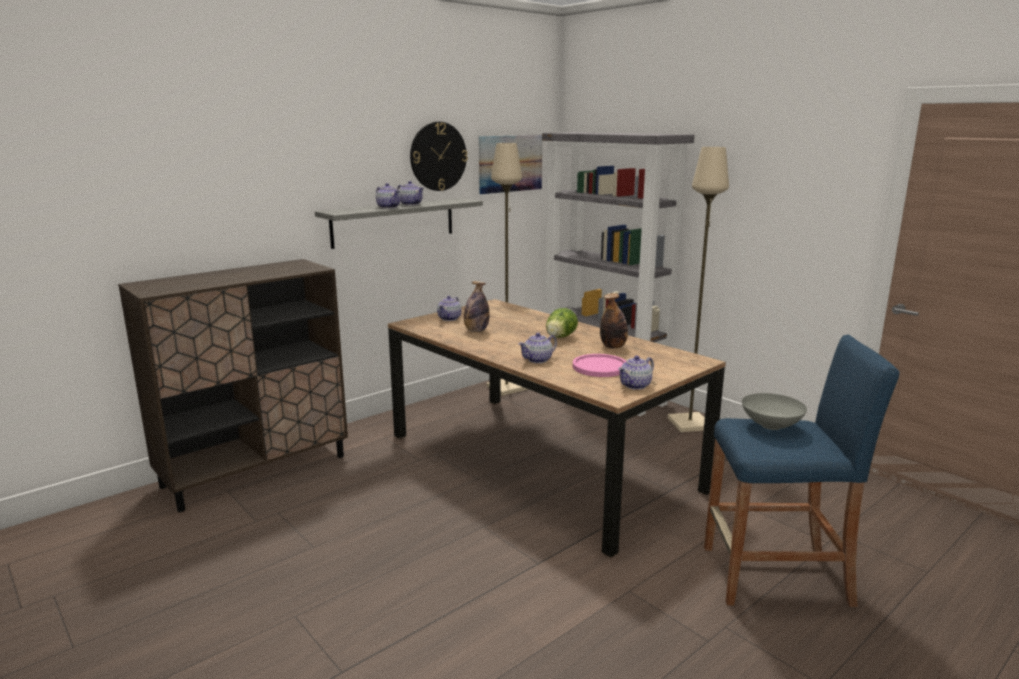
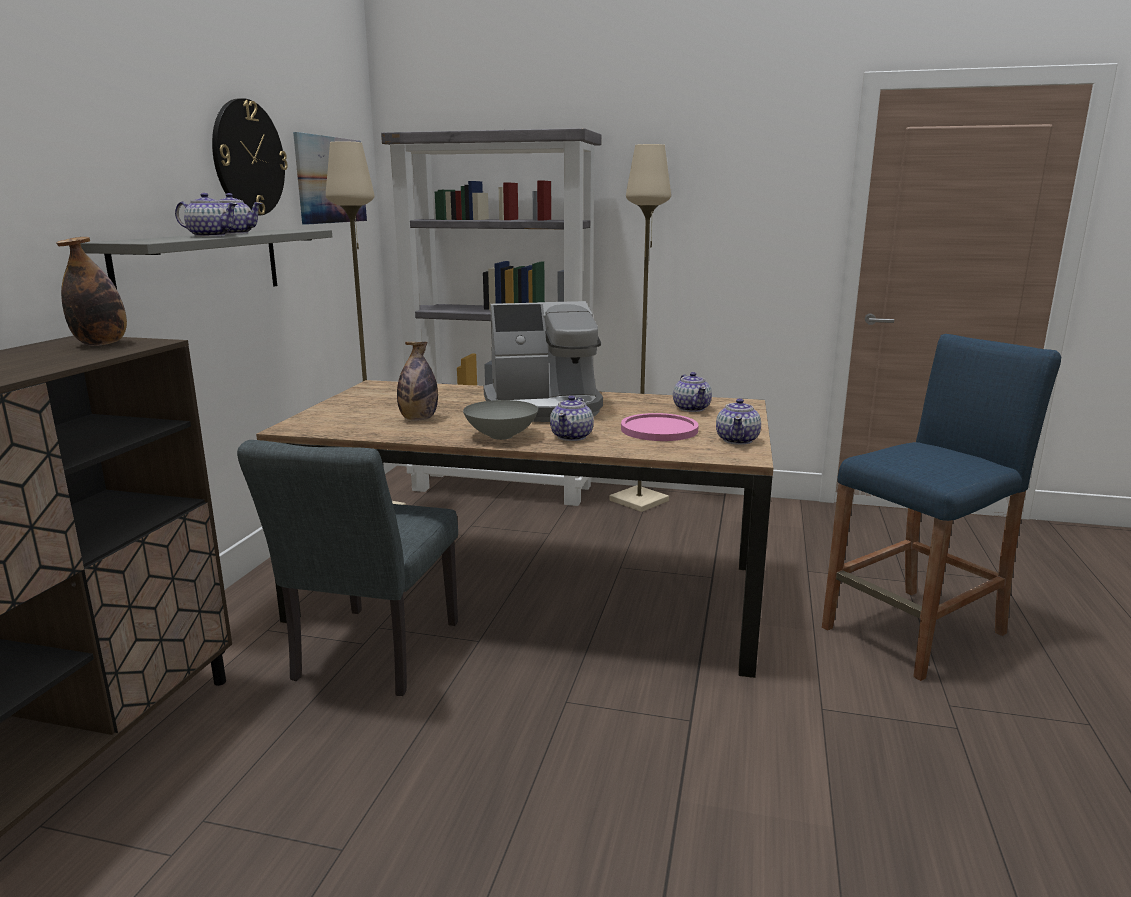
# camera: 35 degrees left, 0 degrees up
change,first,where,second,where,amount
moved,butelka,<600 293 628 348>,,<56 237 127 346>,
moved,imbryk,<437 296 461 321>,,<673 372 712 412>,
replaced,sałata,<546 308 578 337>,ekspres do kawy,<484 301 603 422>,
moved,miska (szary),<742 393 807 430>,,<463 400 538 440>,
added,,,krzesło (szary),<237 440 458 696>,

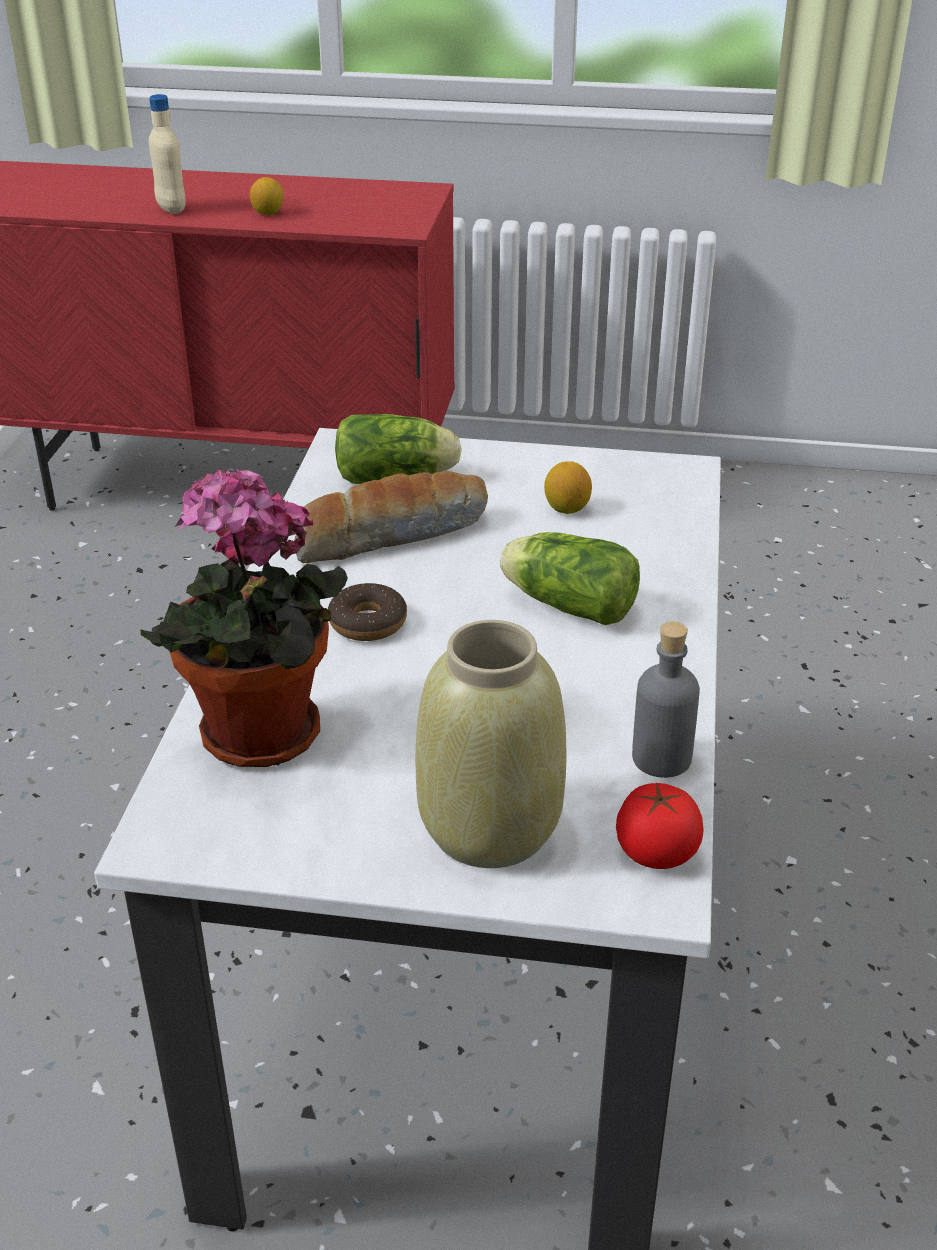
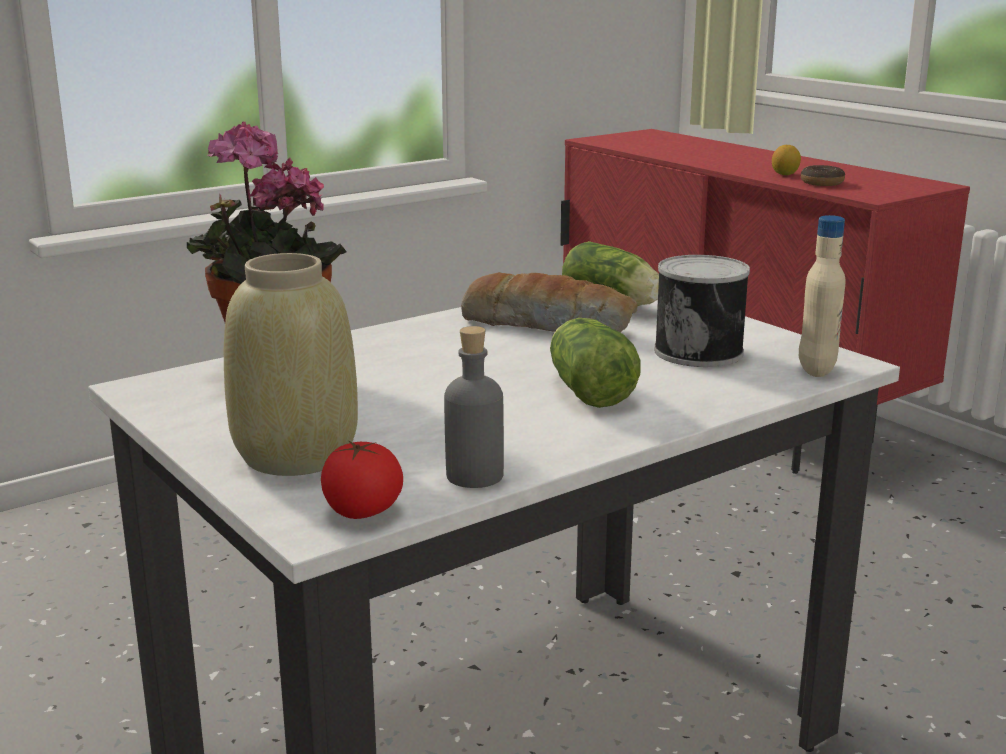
# camera: 45 degrees right, 15 degrees down
change,first,where,second,where,amount
moved,butelka (beżowy),<149 94 186 214>,,<799 215 845 377>,
replaced,cytryna,<544 461 592 514>,puszka,<654 255 750 367>,
moved,donut,<328 583 407 641>,,<801 165 845 186>,

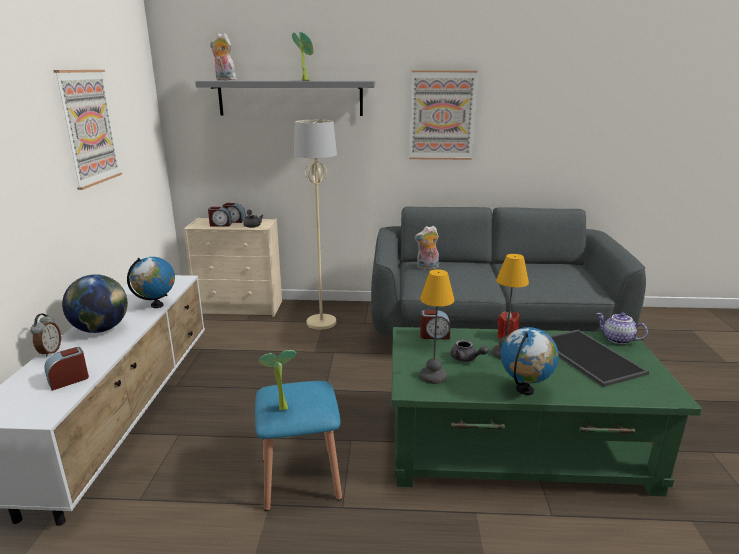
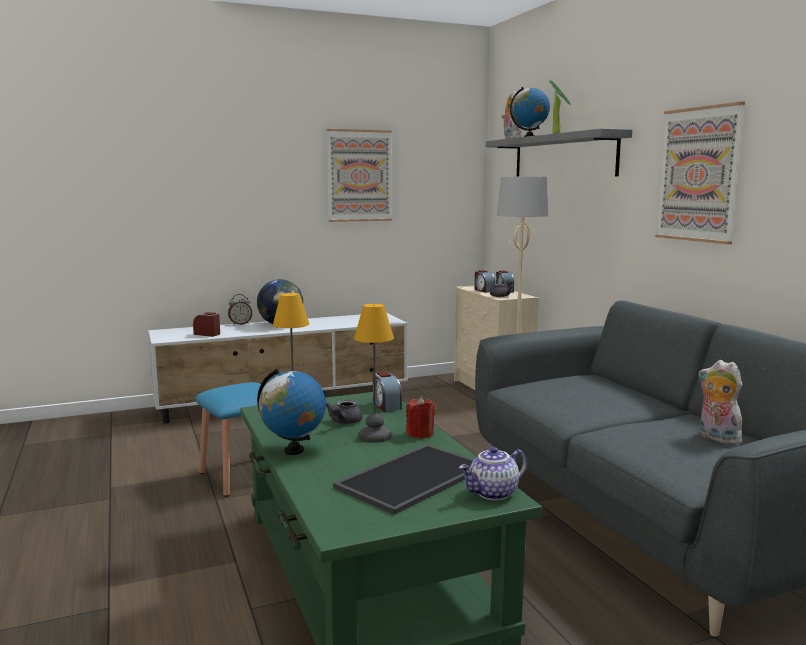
# camera: 65 degrees right, 10 degrees down
change,first,where,second,where,amount
moved,pluszak,<414 226 439 270>,,<698 360 744 445>,
moved,globus,<127 257 175 308>,,<510 87 550 137>,
turned,imbryk,<596 313 648 344>,,<459 447 527 500>,135 degrees counterclockwise
removed,roślina doniczkowa,<259 350 296 410>,,,

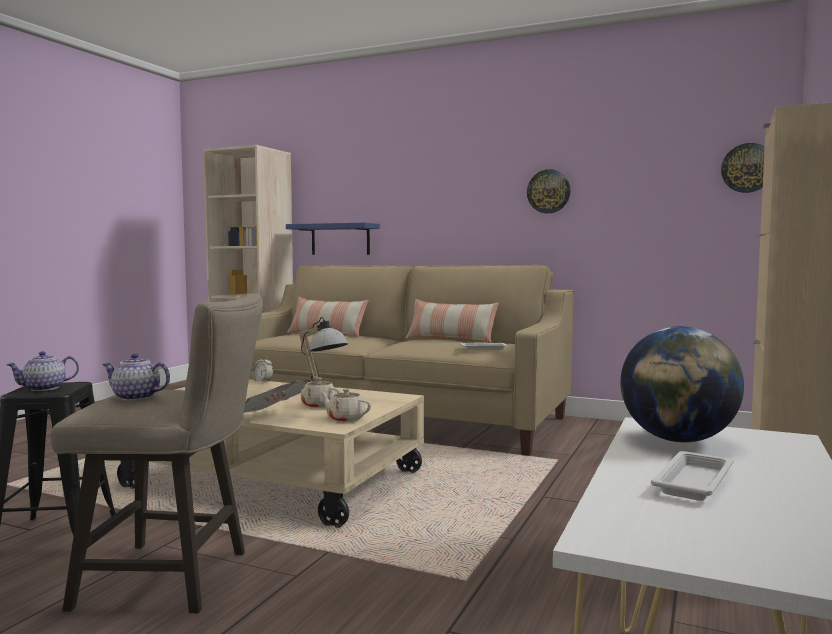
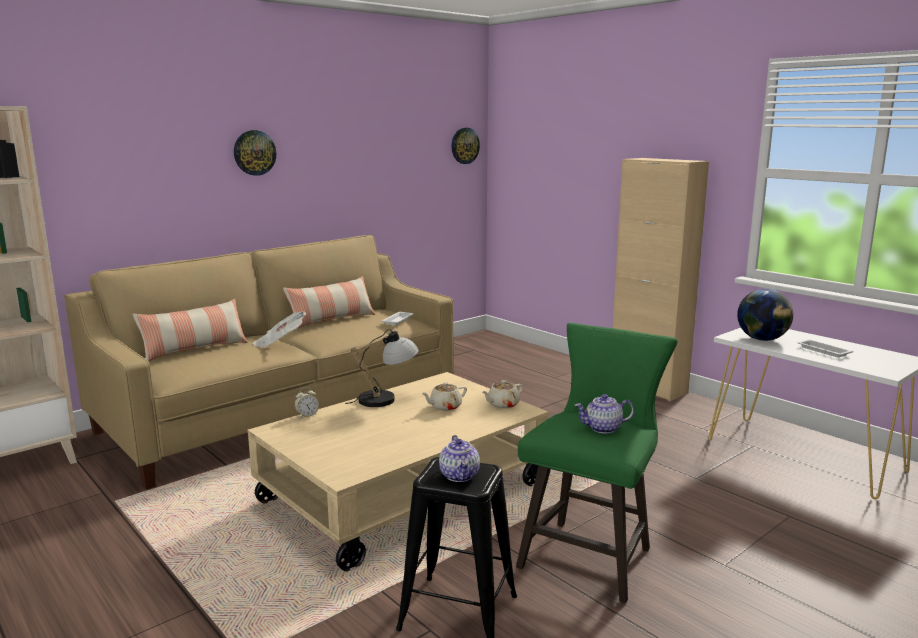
# camera: 65 degrees left, 10 degrees up
change,first,where,second,where,amount
moved,zegar ścienny,<527 169 571 214>,,<234 130 276 176>,
removed,półka (niebieski),<286 222 380 255>,,,
recoloured,stołek (beżowy),<50 294 263 613>,stołek (zielony),<516 323 678 603>,
turned,imbryk,<102 353 170 401>,,<575 394 634 434>,45 degrees clockwise
moved,gazeta,<244 381 307 413>,,<253 311 306 348>,

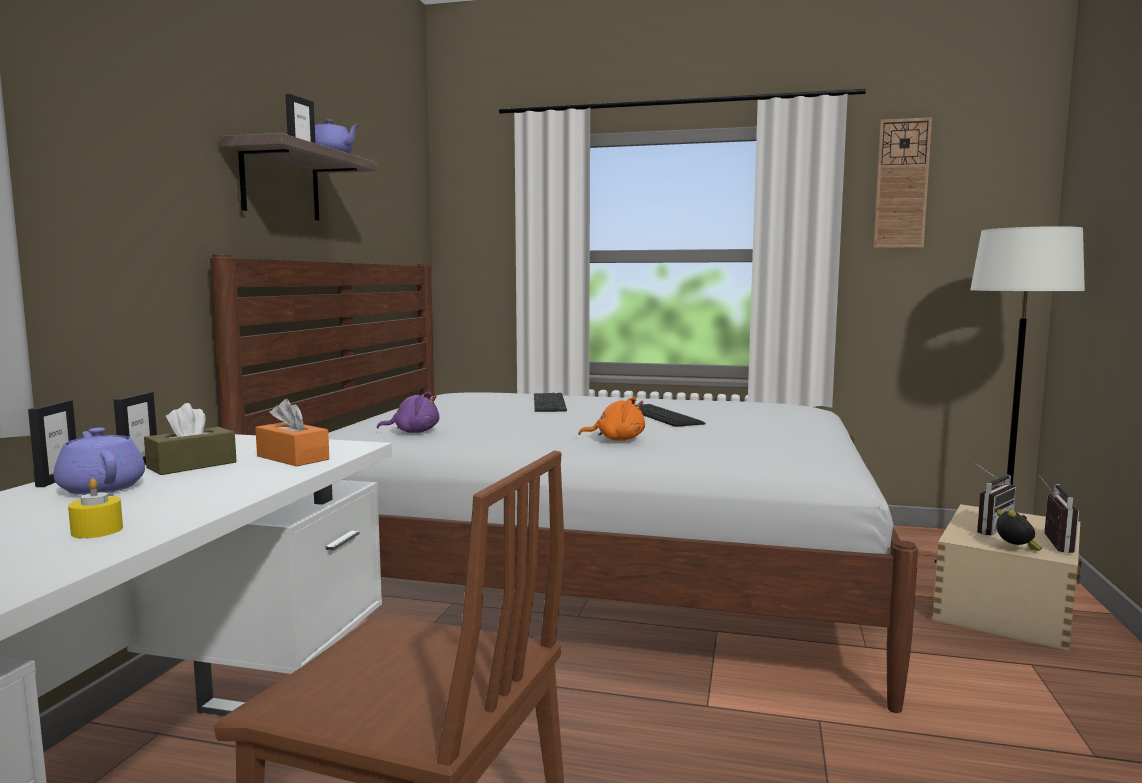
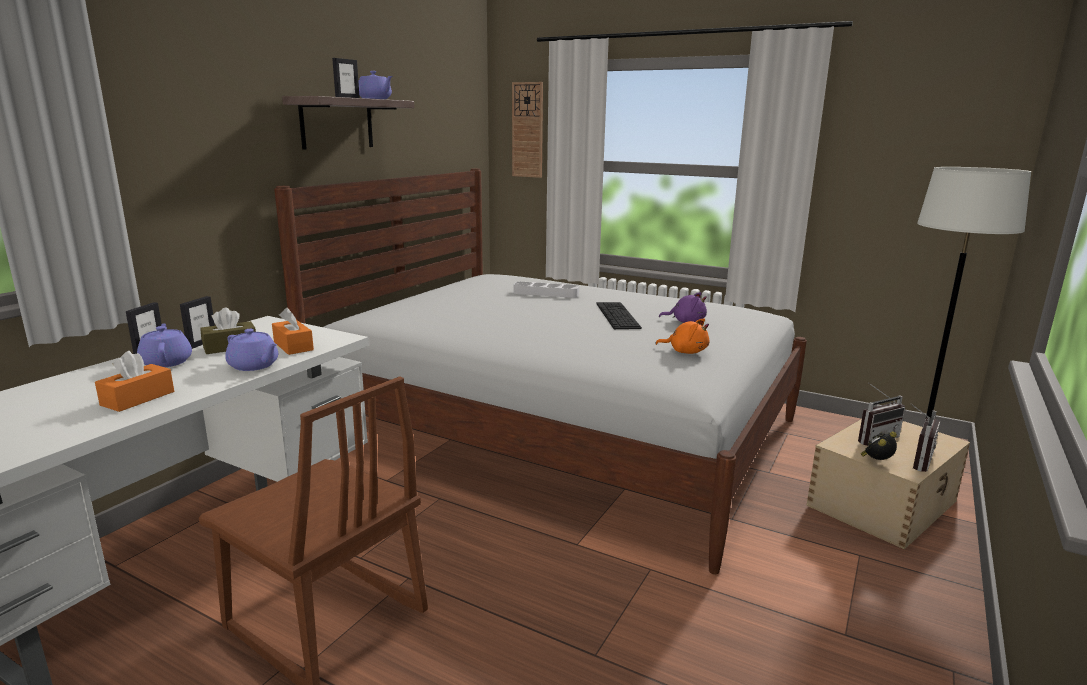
# camera: 15 degrees right, 10 degrees up
change,first,where,second,where,amount
moved,zegar ścienny,<874 117 932 248>,,<512 82 543 178>,
moved,pluszak (fioletowy),<377 391 439 433>,,<659 292 707 323>,
replaced,klawiatura,<534 393 567 412>,taca (biały),<513 282 579 298>,
moved,pluszak (pomarańczowy),<579 397 645 441>,,<655 318 709 354>,
replaced,świeca (żółty),<68 479 123 538>,pudełko chusteczek (pomarańczowy),<95 351 174 412>,
turned,budzik,<996 509 1043 551>,,<861 431 897 460>,135 degrees counterclockwise
added,,,imbryk (fioletowy),<225 329 278 371>,

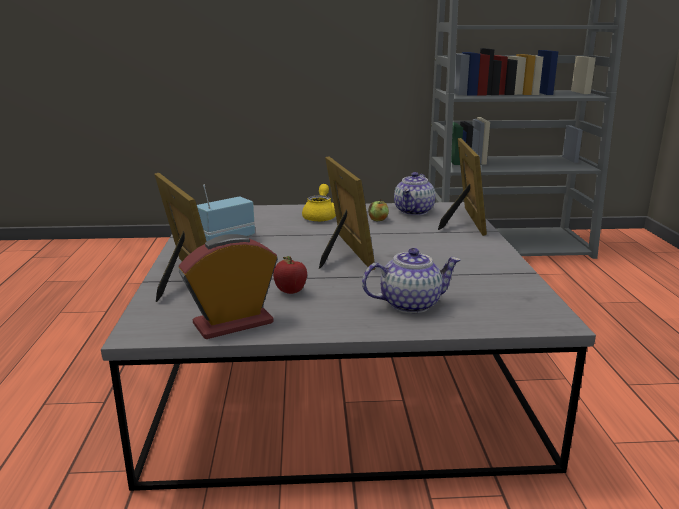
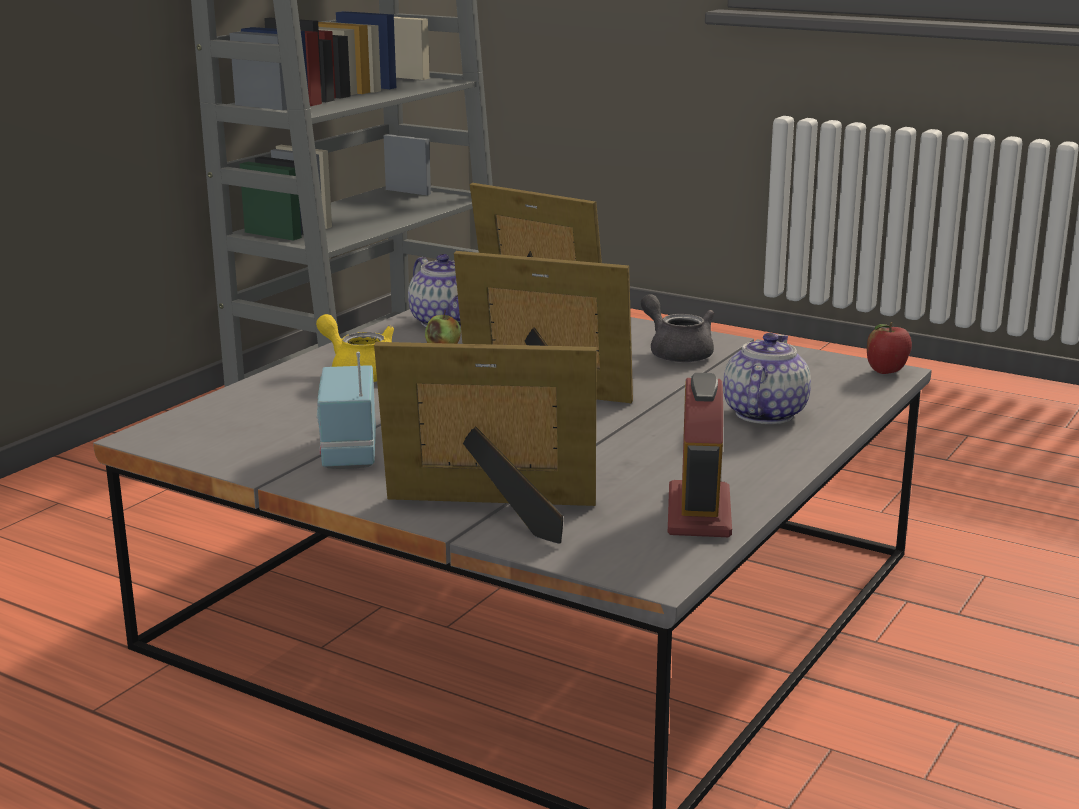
# camera: 55 degrees left, 0 degrees up
change,first,where,second,where,amount
moved,jabłko,<273 256 307 294>,,<867 322 912 374>,
added,,,imbryk (szary),<641 294 714 363>,

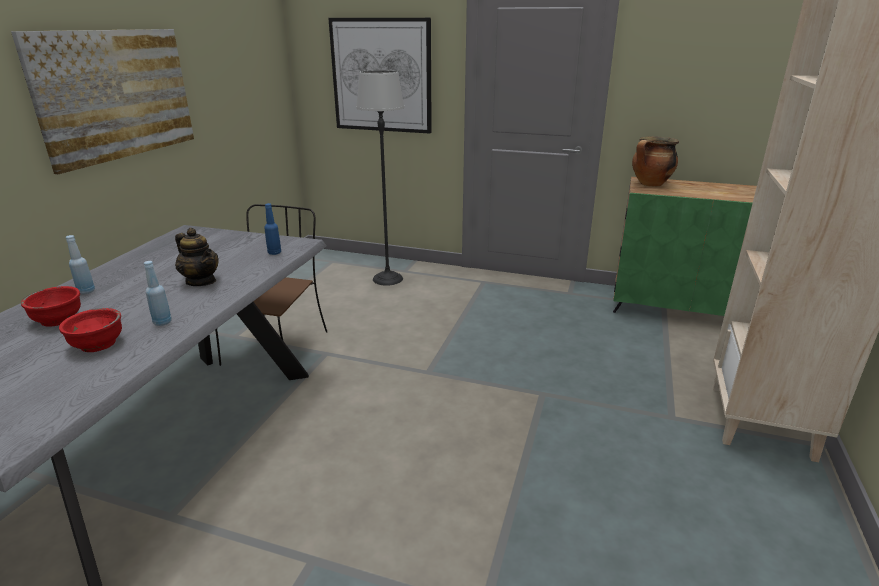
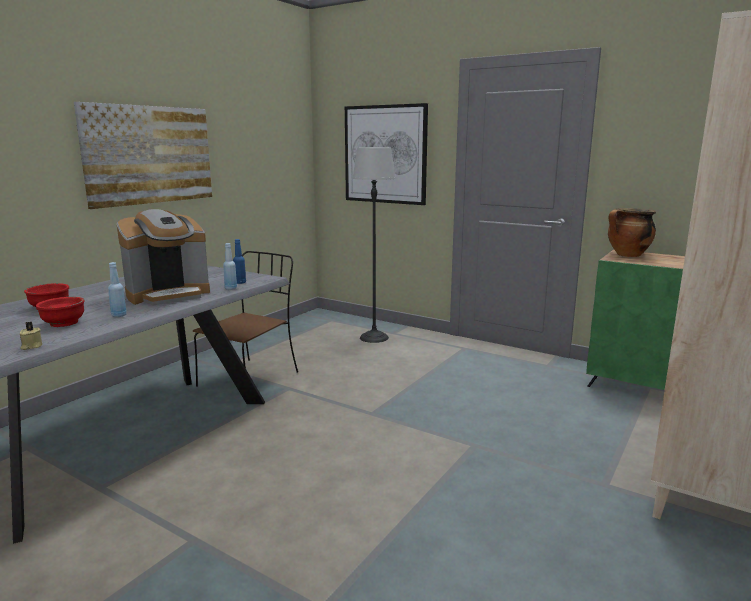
# camera: 15 degrees right, 10 degrees down
change,first,where,second,where,amount
replaced,imbryk,<175 228 219 286>,ekspres do kawy,<117 209 210 305>,
moved,butelka (niebieski),<66 235 95 294>,,<223 243 237 290>,
added,,,świeca (beżowy),<20 321 42 350>,

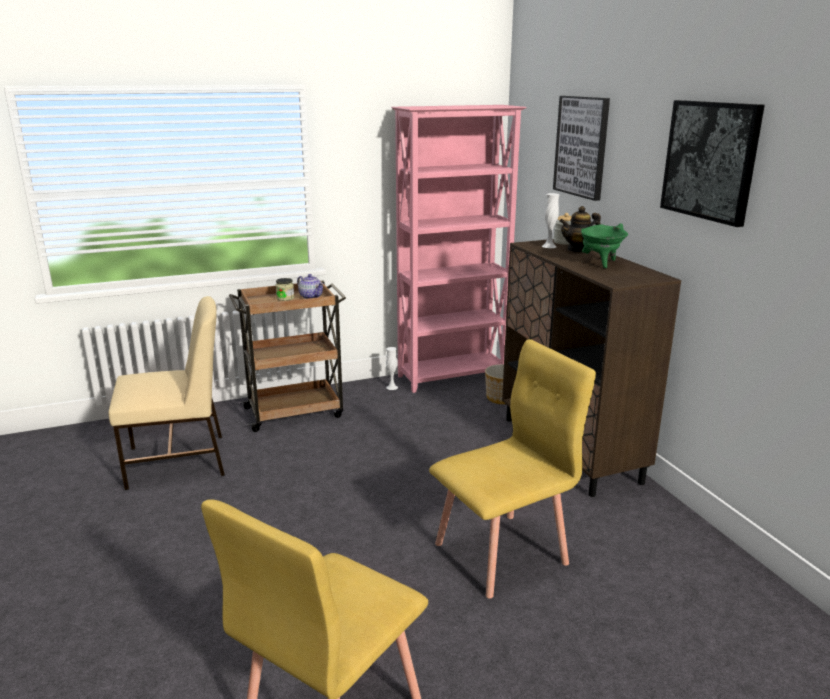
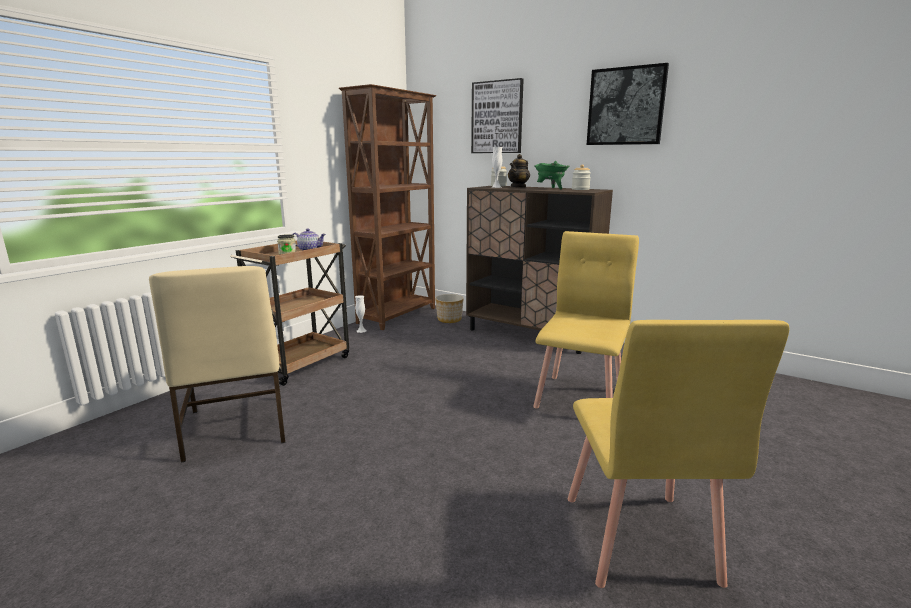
# camera: 35 degrees left, 5 degrees down
change,first,where,second,where,amount
recoloured,regał (różowy),<391 105 527 393>,regał (brązowy),<339 84 437 330>,
turned,krzesło (beżowy),<108 296 225 490>,,<149 266 285 463>,120 degrees clockwise
added,,,słoik,<572 164 591 190>,

